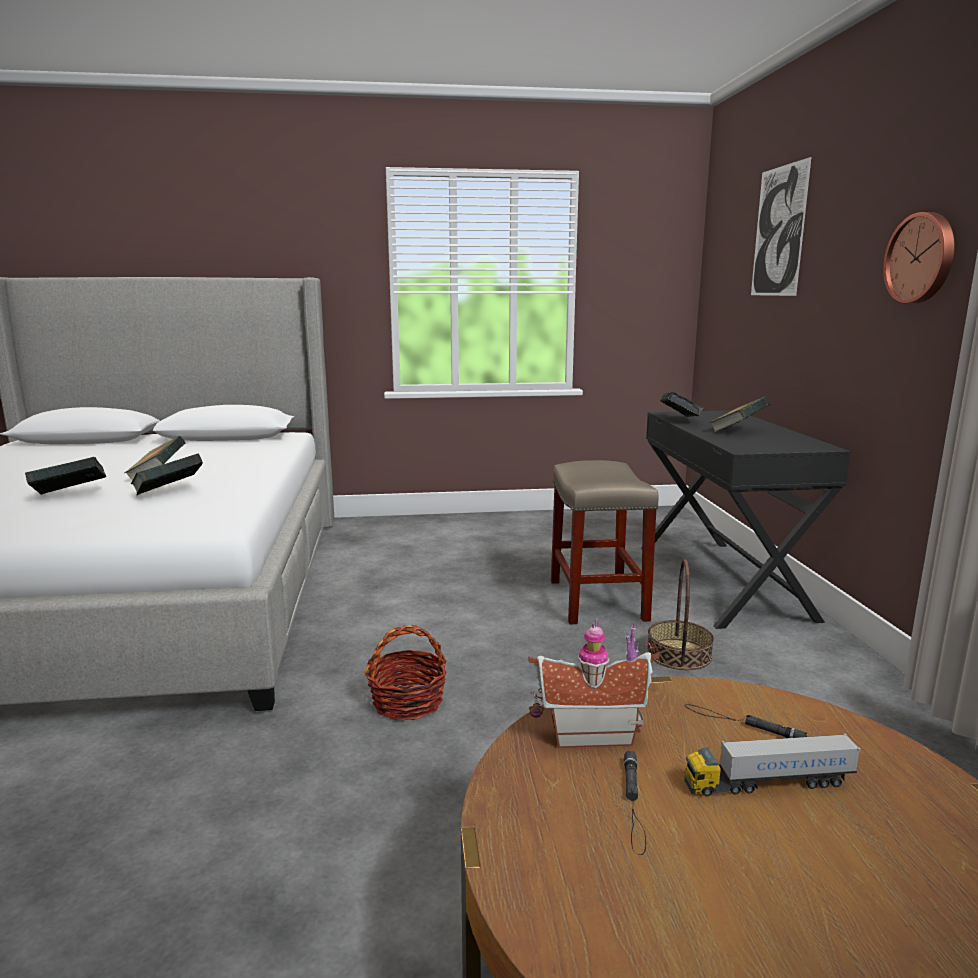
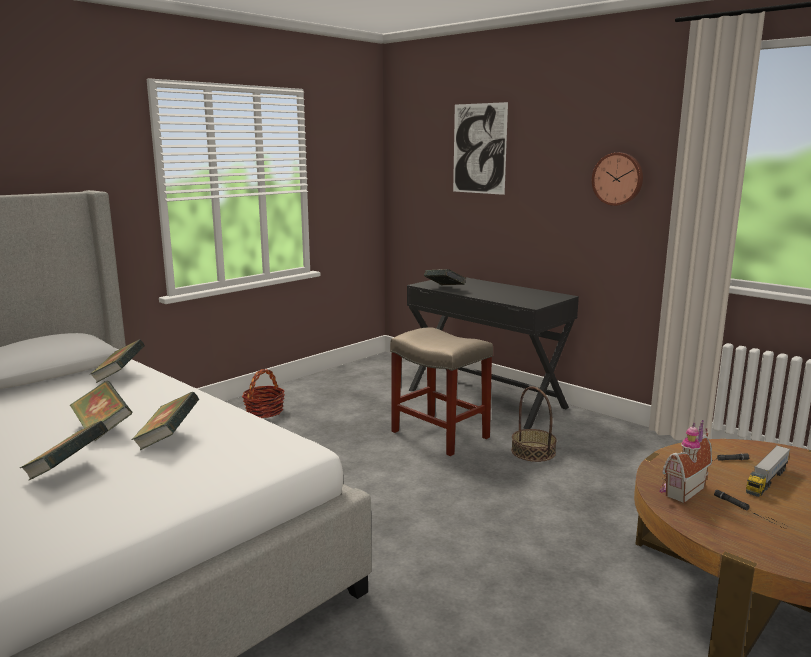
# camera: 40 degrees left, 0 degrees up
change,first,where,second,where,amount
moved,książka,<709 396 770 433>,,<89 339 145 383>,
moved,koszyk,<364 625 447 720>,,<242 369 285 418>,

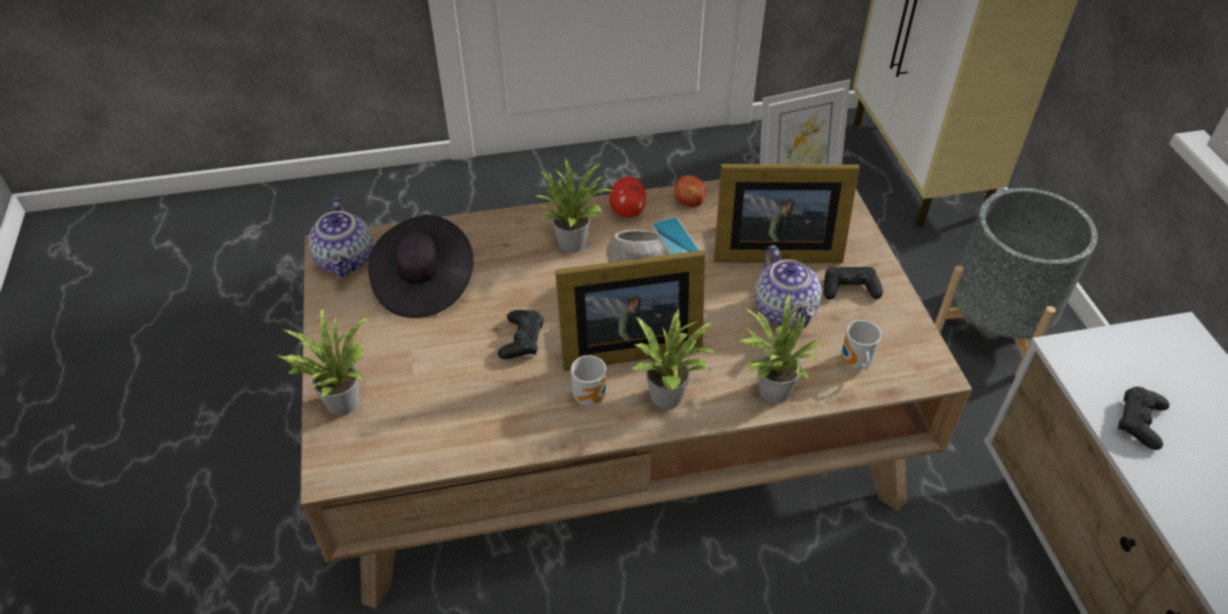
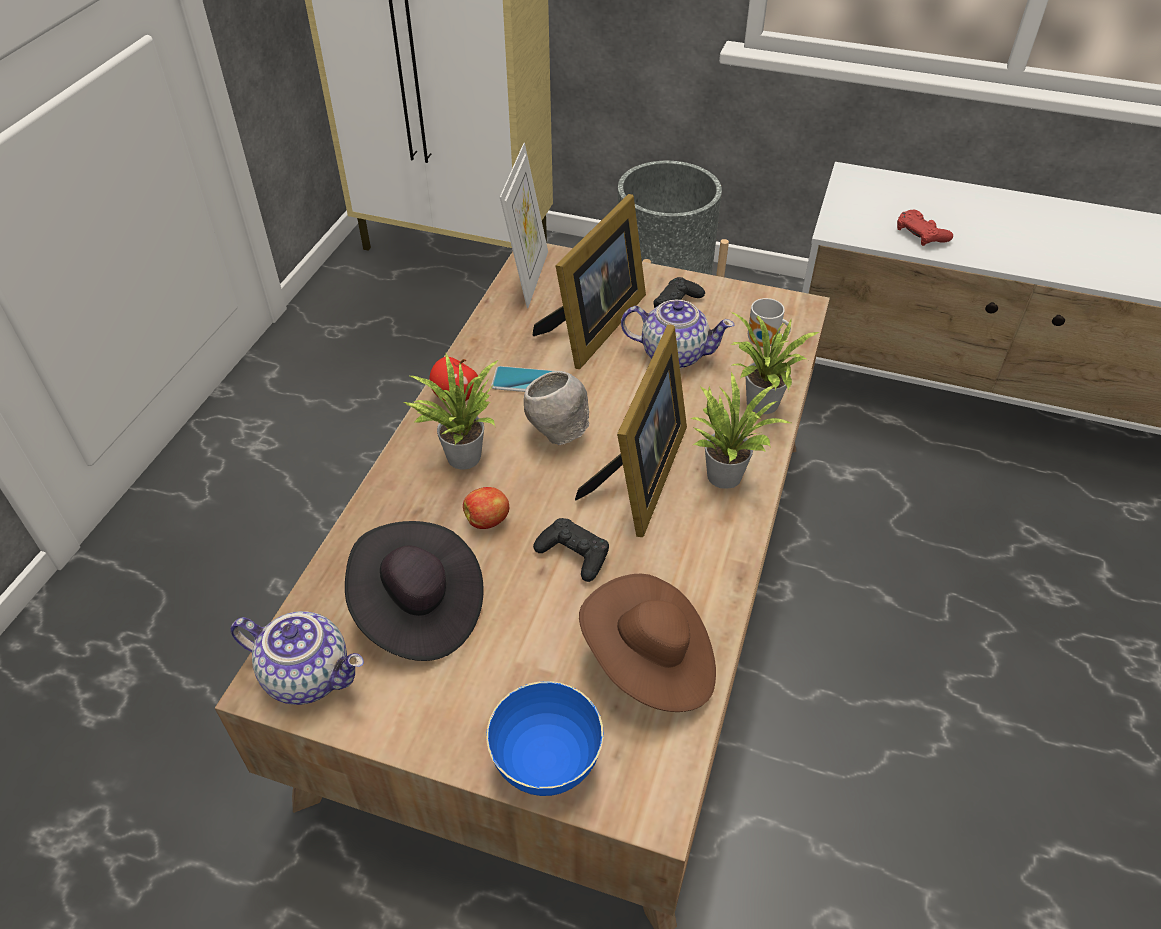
# camera: 60 degrees left, 0 degrees up
change,first,where,second,where,amount
moved,jabłko,<674 175 706 207>,,<463 487 510 529>,
replaced,roślina doniczkowa,<278 308 370 416>,miska (niebieski),<486 681 604 796>,
removed,kubek,<571 355 606 406>,,,
recoloured,pad do gier (czarny),<1118 387 1169 450>,pad do gier (czerwony),<897 210 953 246>,
added,,,kapelusz (brązowy),<579 573 716 712>,

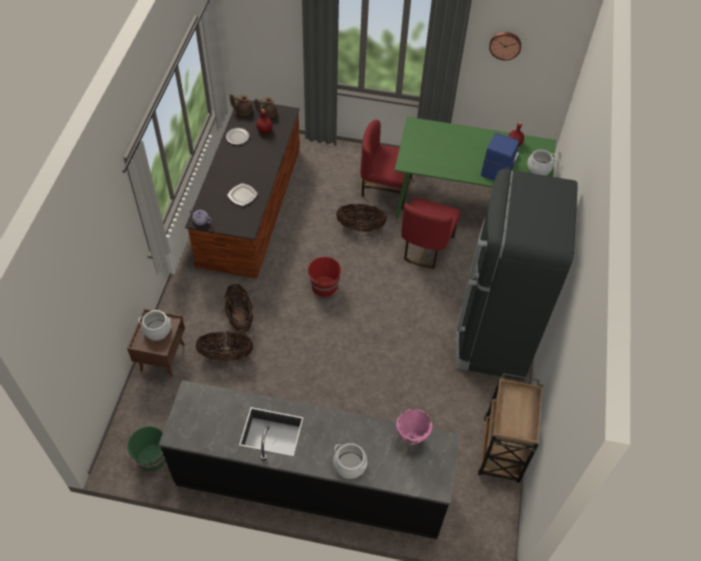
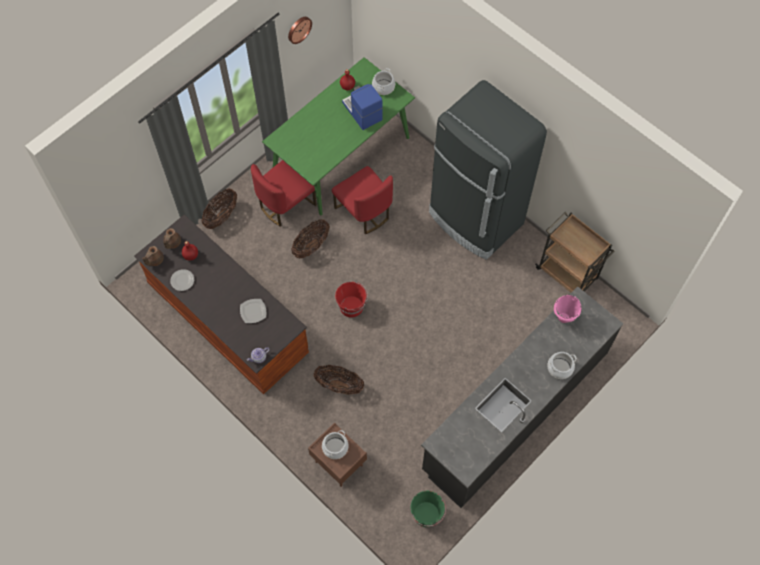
# camera: 55 degrees left, 10 degrees up
change,first,where,second,where,amount
moved,koszyk,<195 331 253 361>,,<202 189 237 229>,

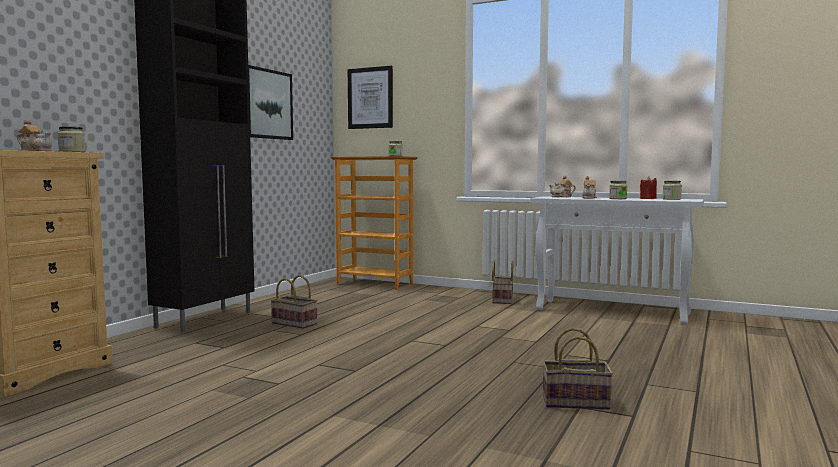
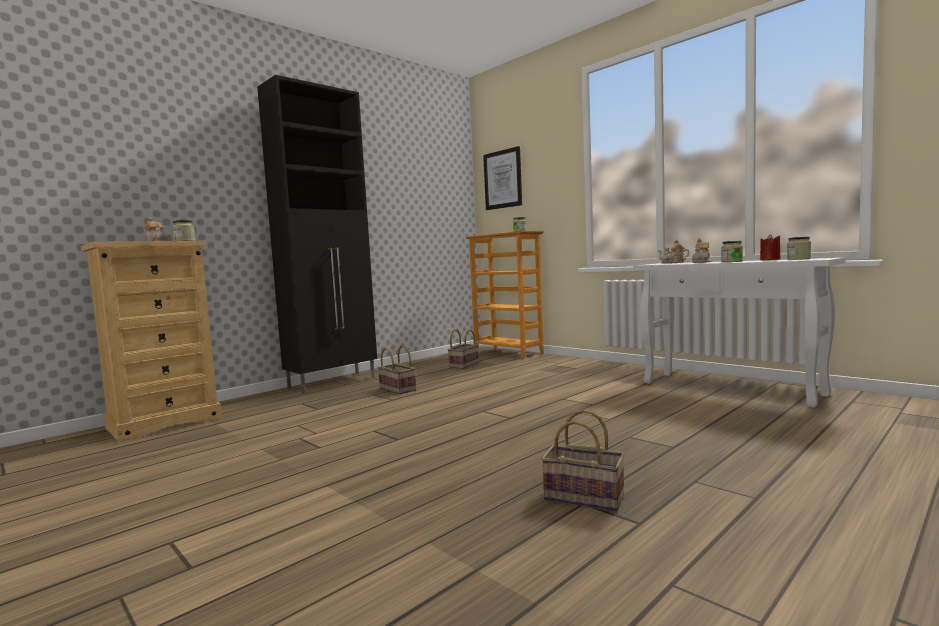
# camera: 20 degrees right, 0 degrees up
change,first,where,second,where,amount
removed,obraz,<248 65 293 140>,,,
moved,koszyk,<492 260 514 304>,,<448 329 479 369>,

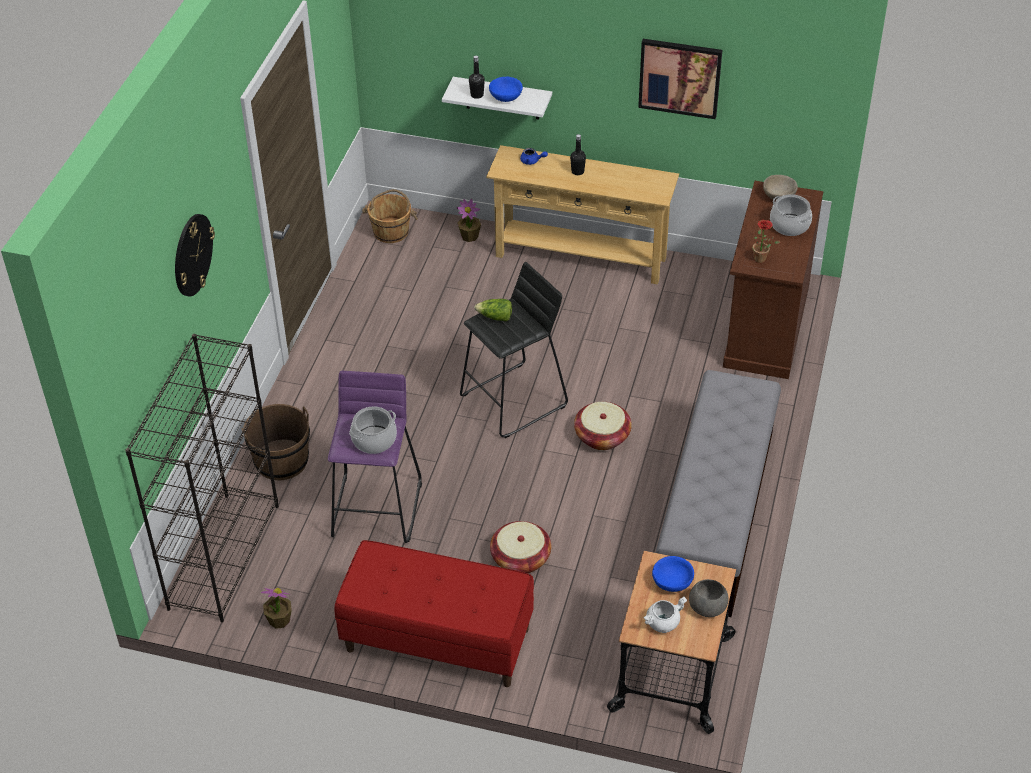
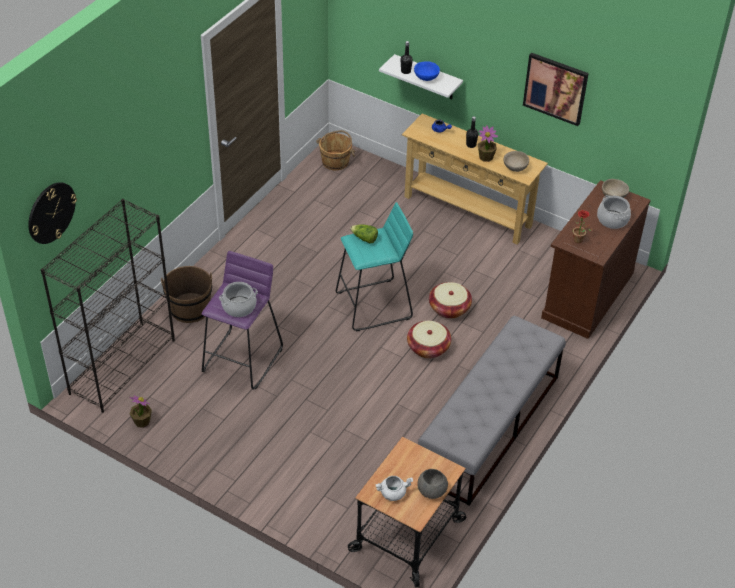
# camera: 15 degrees right, 0 degrees up
change,first,where,second,where,amount
moved,roślina doniczkowa,<457 199 481 242>,,<478 125 498 162>,
moved,zegar ścienny,<175 214 215 296>,,<28 182 77 244>,
recoloured,stołek (czarny),<460 262 568 438>,stołek (turkusowy),<336 202 413 331>,
moved,koszyk,<490 521 551 573>,,<429 282 472 319>,
removed,ławka (czerwony),<334 540 534 687>,,,
removed,miska (niebieski),<652 556 694 592>,,,
added,,,miska (beżowy),<503 151 529 172>,

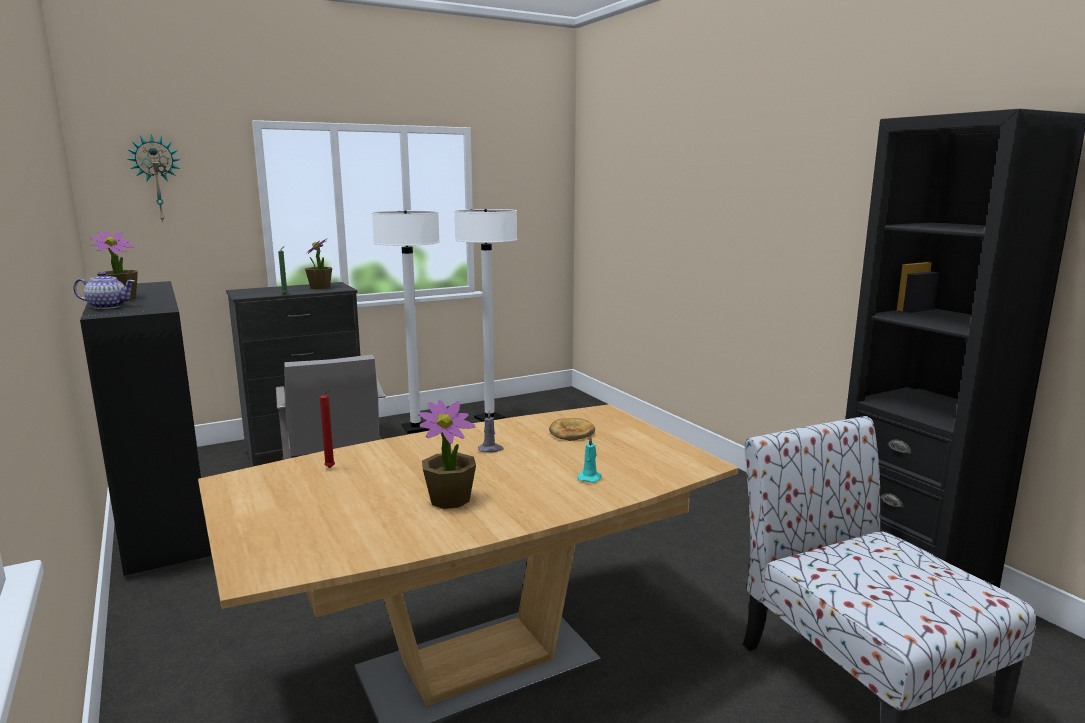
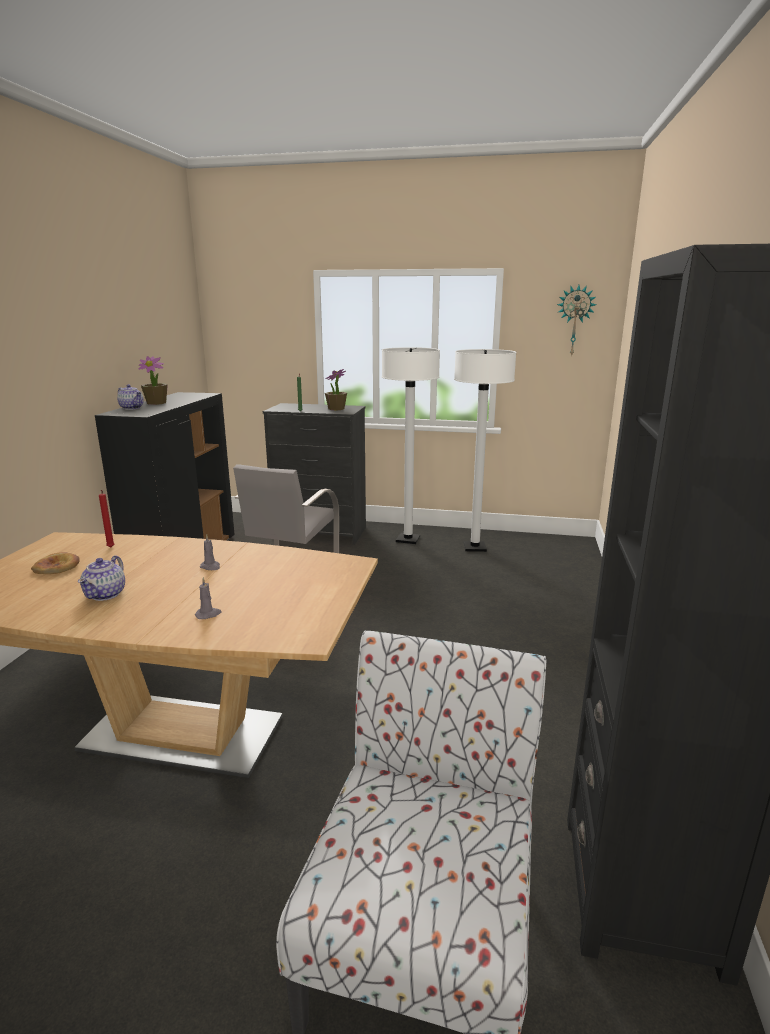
# camera: 40 degrees right, 5 degrees up
change,first,where,second,where,amount
moved,zegar ścienny,<127 134 181 222>,,<557 285 596 357>,
replaced,roślina doniczkowa,<417 400 476 509>,imbryk,<78 555 125 601>,
moved,chleb,<549 418 595 441>,,<31 552 80 574>,
recoloured,świeca (turkusowy),<577 435 602 483>,świeca (szary),<195 577 221 619>,

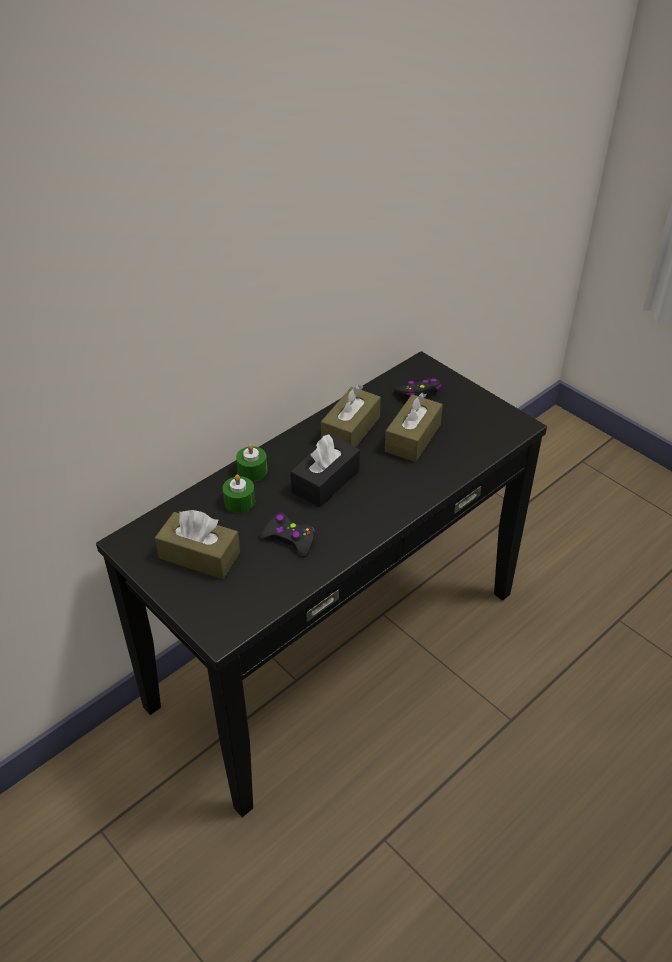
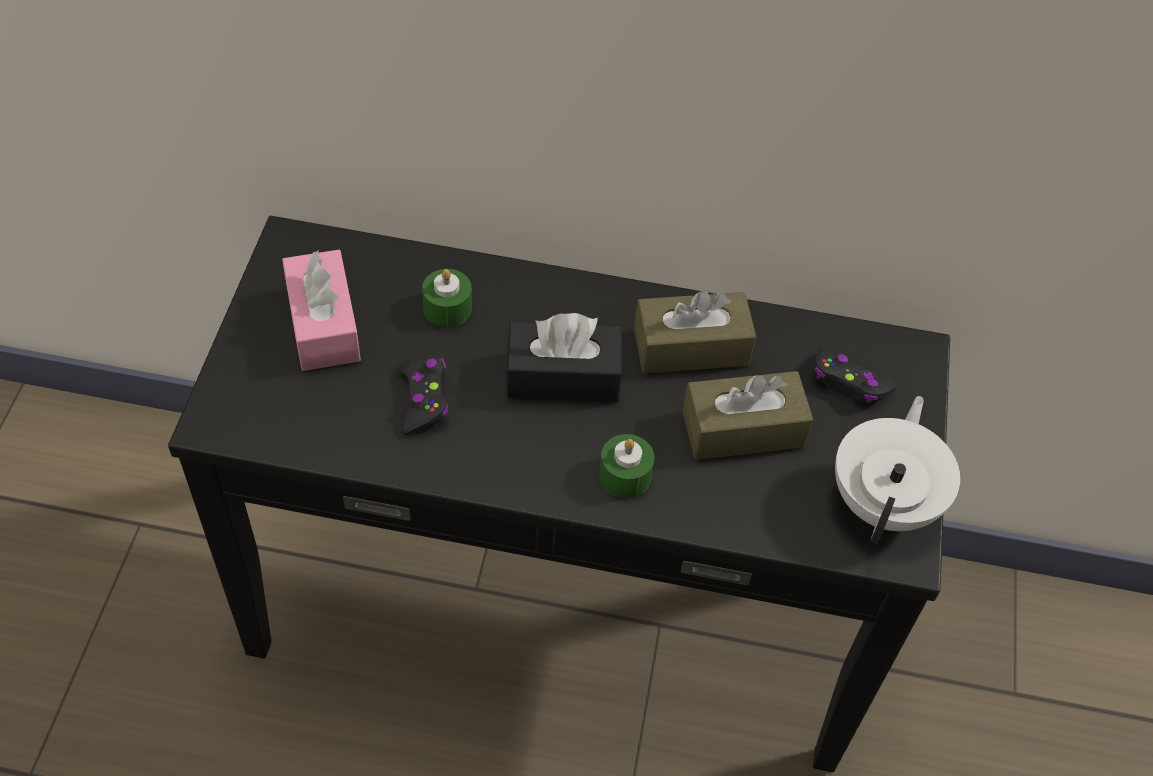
# camera: 50 degrees right, 10 degrees up
change,first,where,second,where,amount
moved,świeca (zielony),<236 444 267 481>,,<599 434 655 498>,
recoloured,pudełko chusteczek (brązowy),<155 510 240 579>,pudełko chusteczek (różowy),<282 250 361 371>,
added,,,imbryk (biały),<835 396 960 543>,

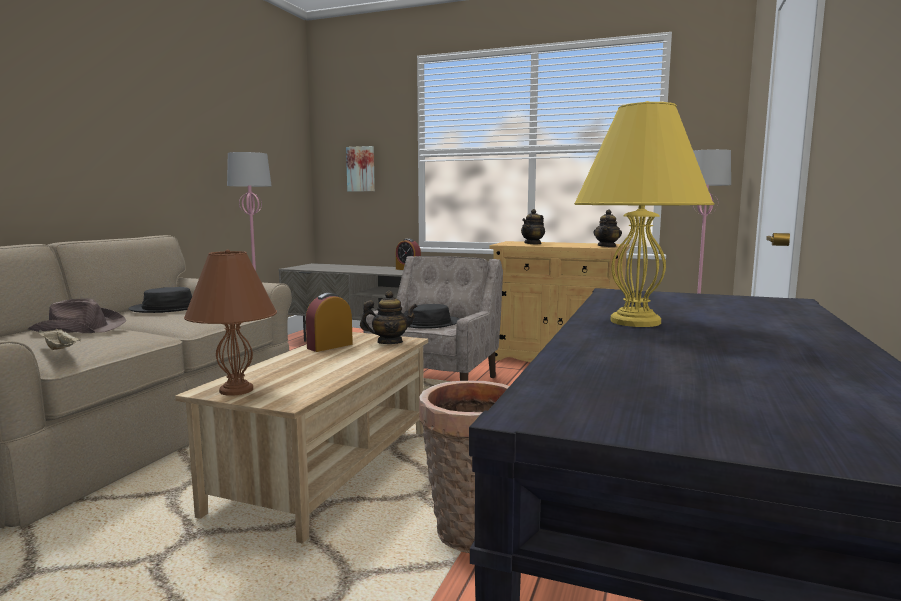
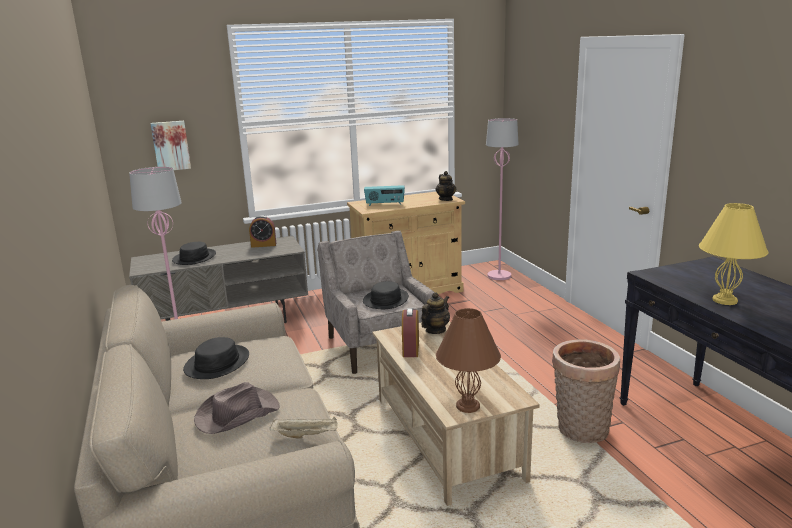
# camera: 40 degrees left, 10 degrees up
change,first,where,second,where,amount
replaced,imbryk,<521 209 545 245>,radio,<364 185 405 206>,
added,,,kapelusz (czarny),<172 242 216 265>,

